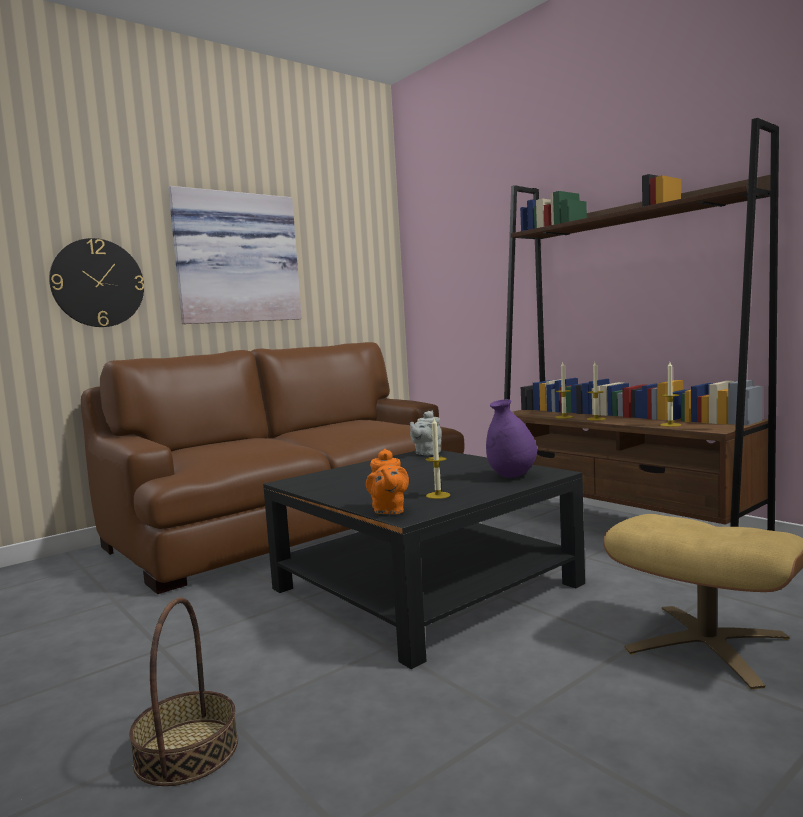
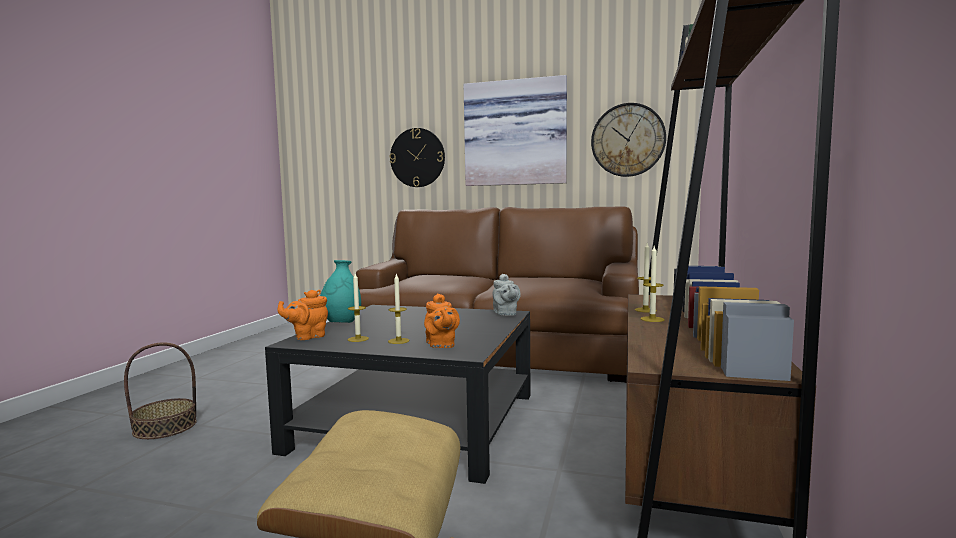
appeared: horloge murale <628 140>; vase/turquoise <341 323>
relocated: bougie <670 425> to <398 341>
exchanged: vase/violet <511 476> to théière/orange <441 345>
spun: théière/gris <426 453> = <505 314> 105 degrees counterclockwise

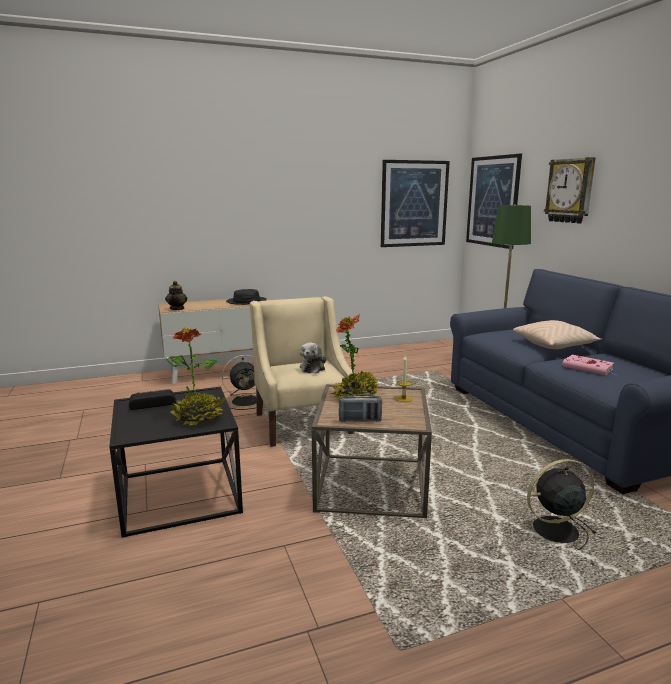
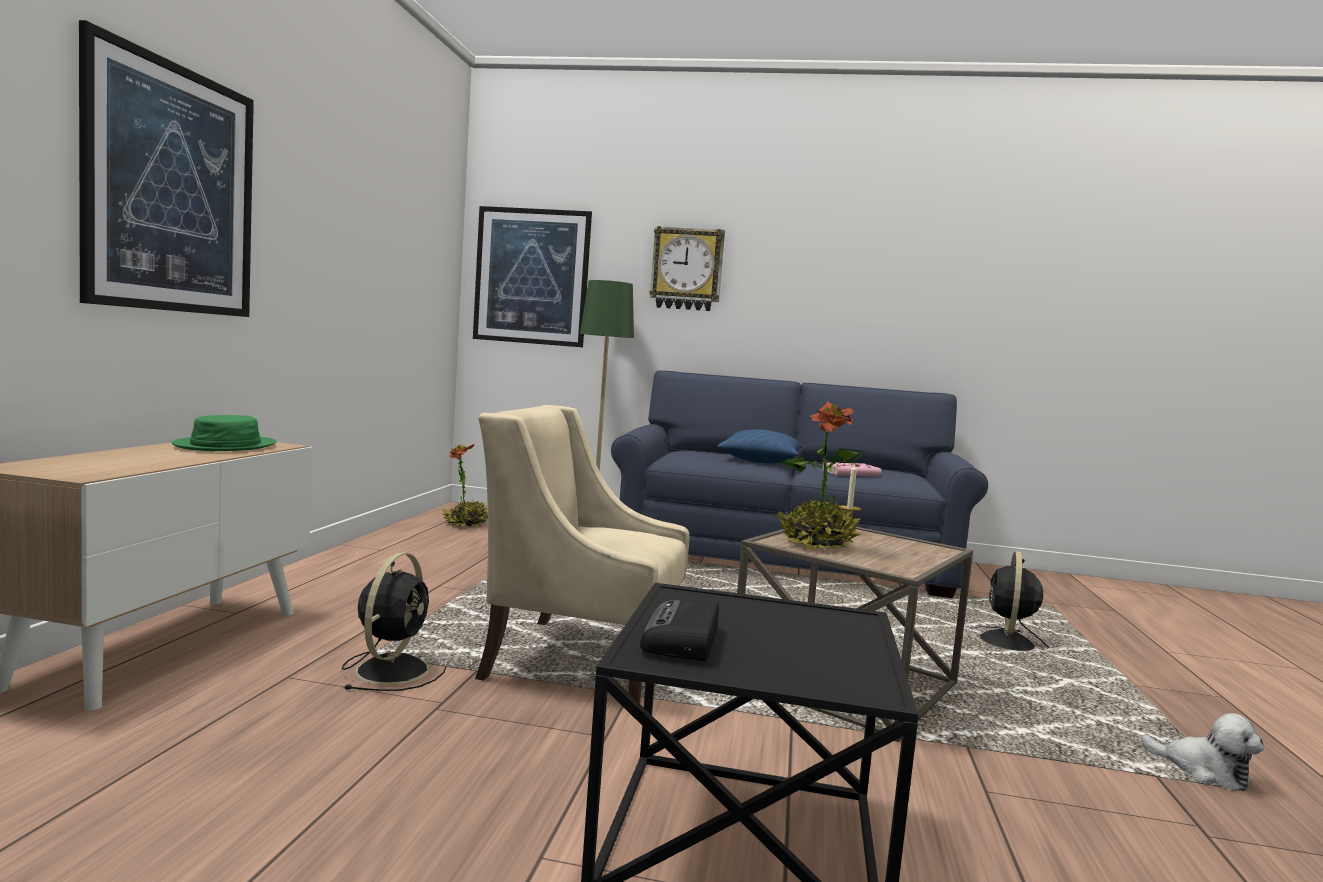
missing: théière <177 308>; radio <360 420>
relocated: tableau <414 204> to <173 189>; plante en pot <199 418> to <465 524>; peluche <313 368> to <1203 772>
colour: chapeau/noir <246 301> to chapeau/vert <226 445>; coussin/beige <554 345> to coussin/bleu <760 461>

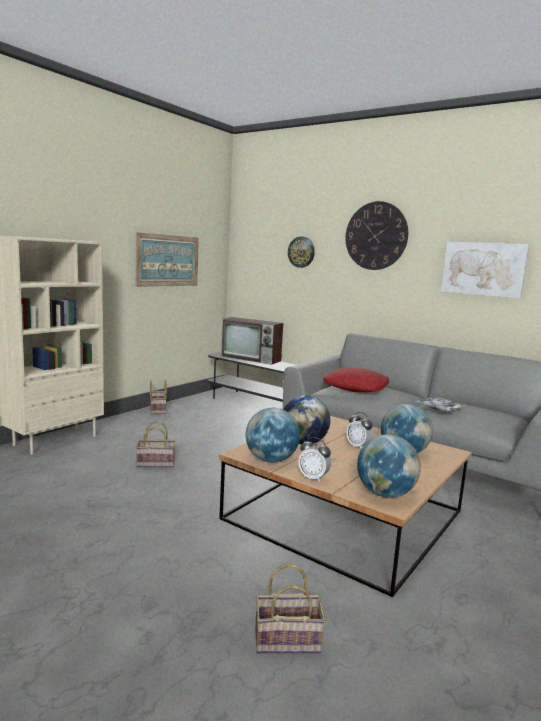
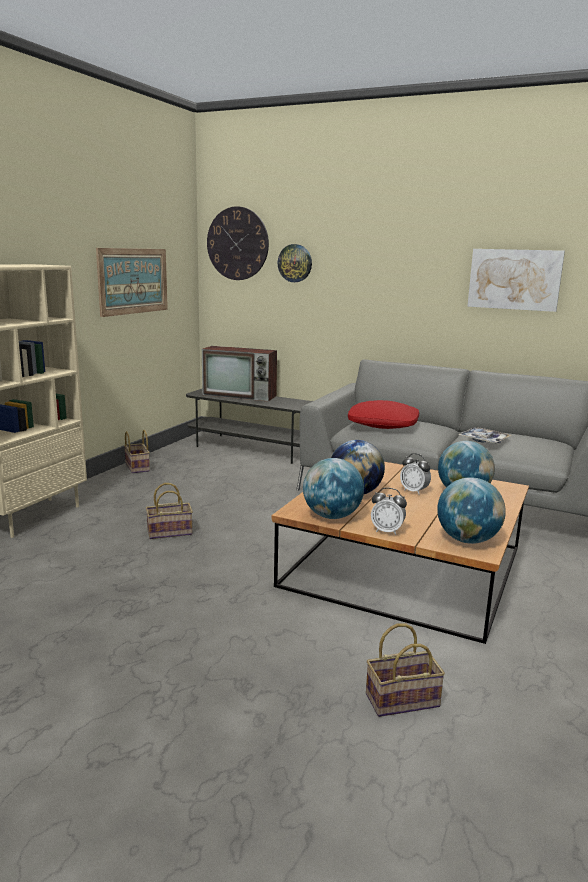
relocated: horloge murale <376 236> to <237 243>

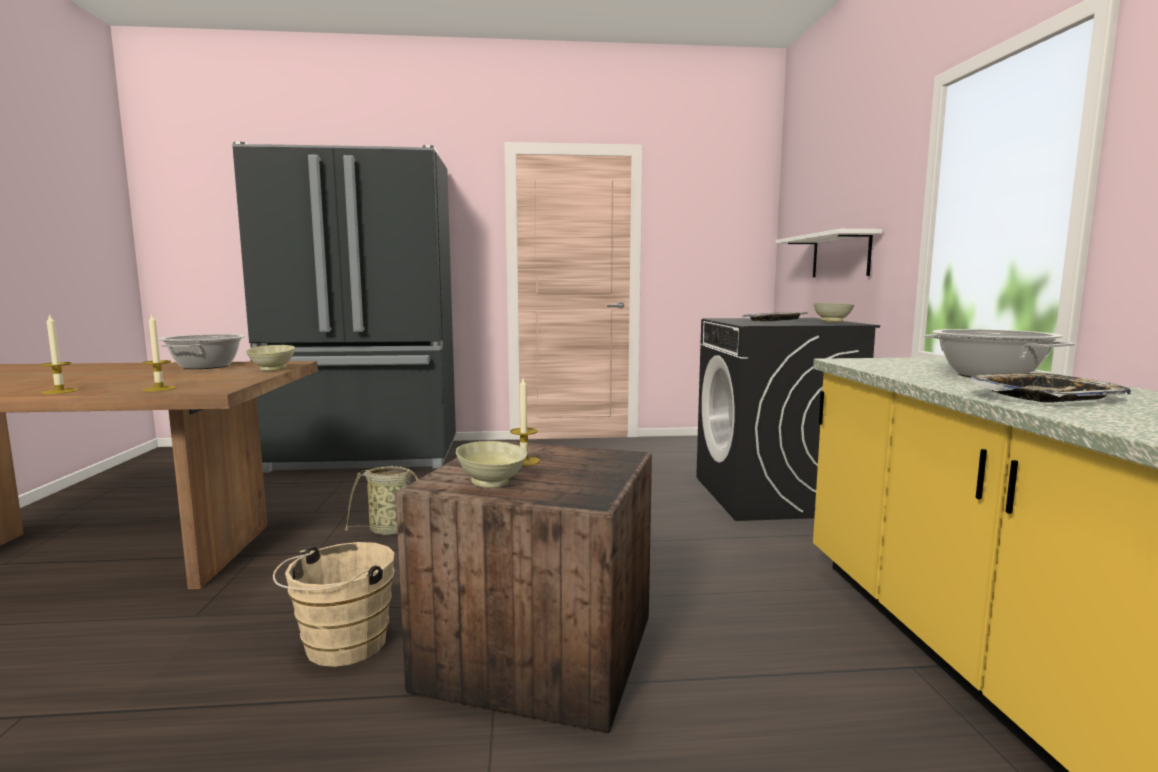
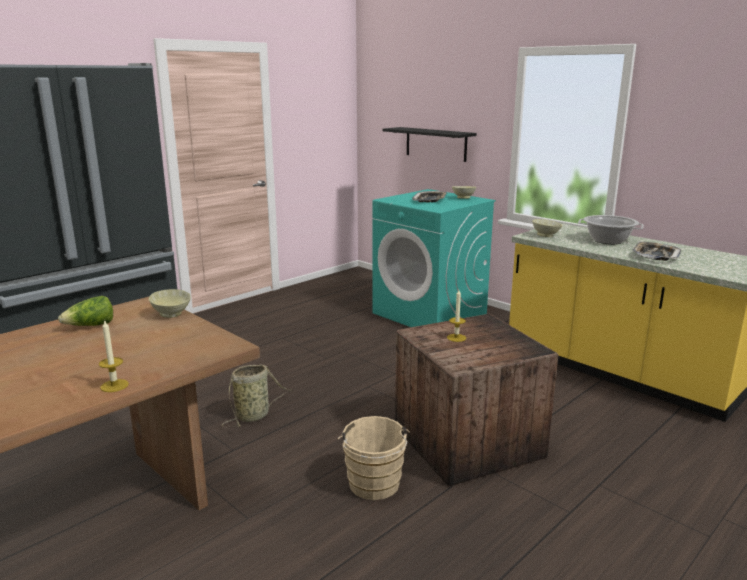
missing: bougie <159 389>
relocated: bol/beige <491 483> to <546 236>
exchanged: marmite <206 366> to laitue <91 326>
colour: étagère/blanc <840 256> to étagère/noir <436 144>; lave-linge/noir <772 496> to lave-linge/turquoise <430 314>

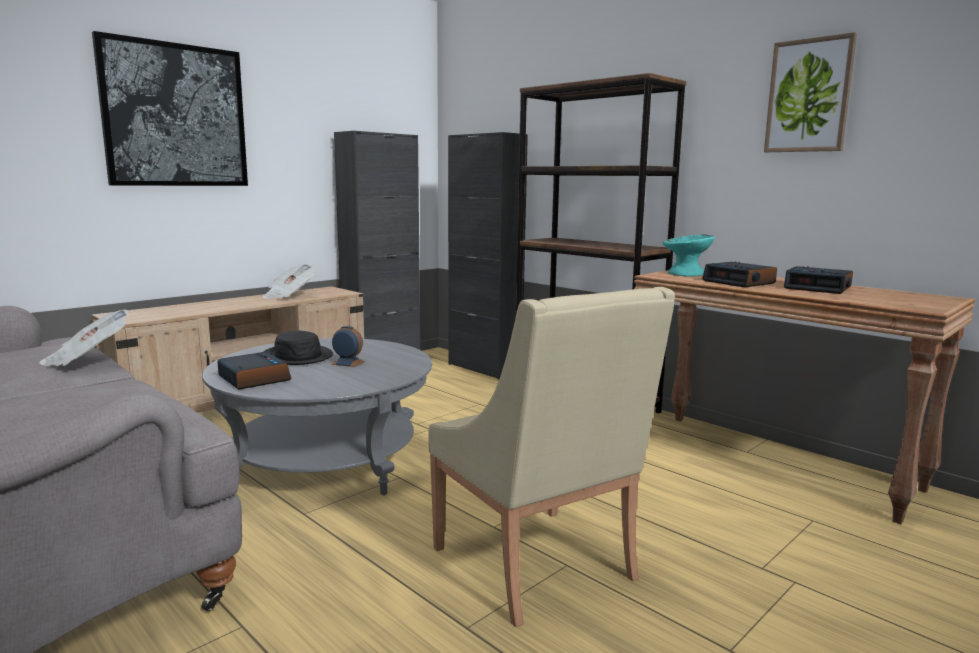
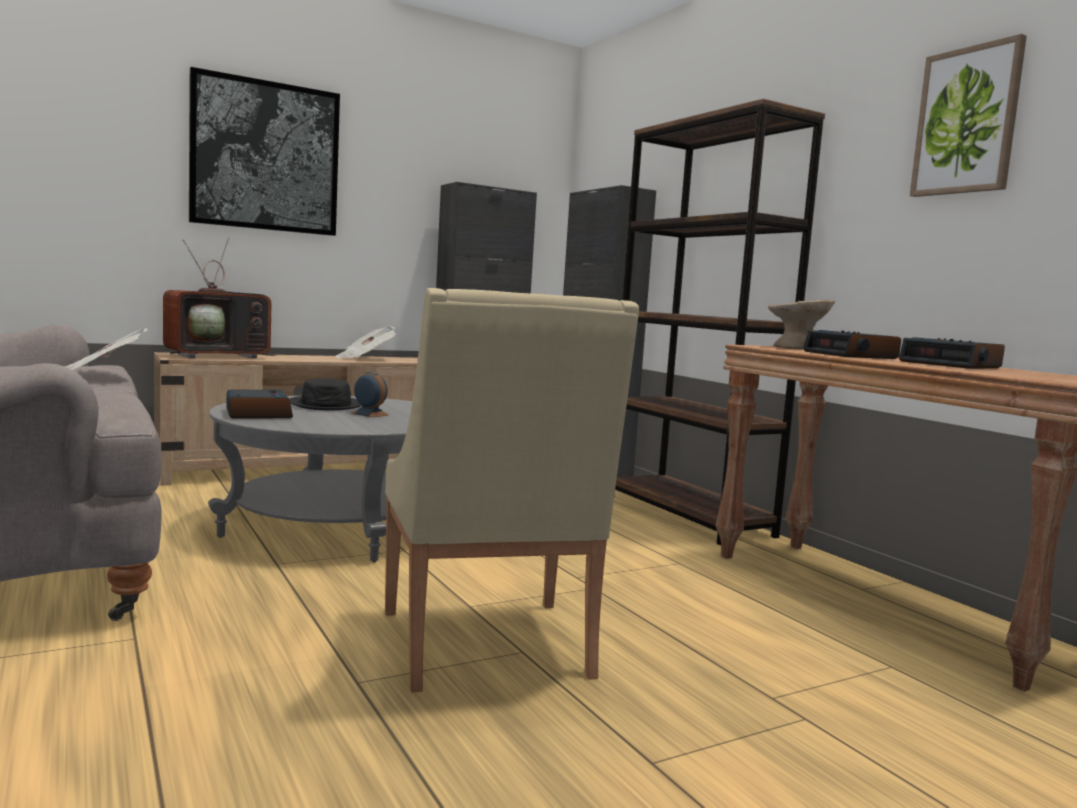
appeared: téléviseur <219 356>
colour: bol/turquoise <686 274> to bol/beige <797 348>

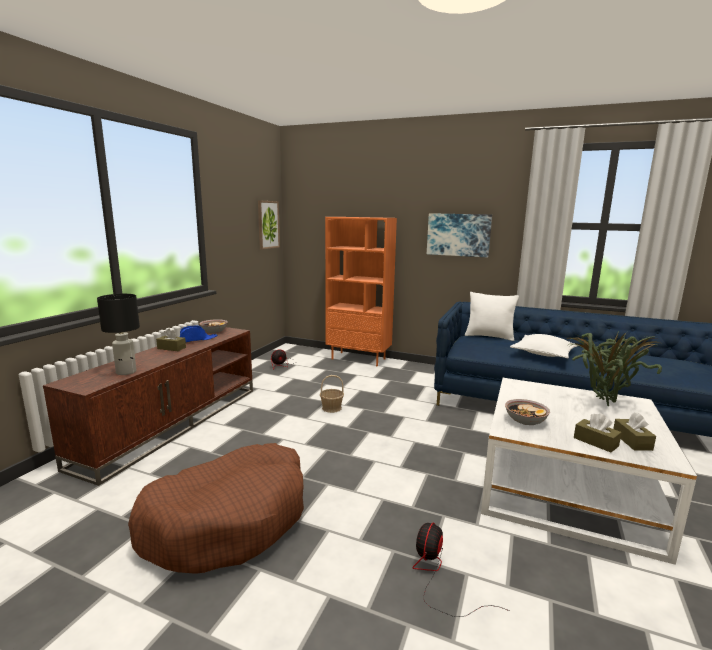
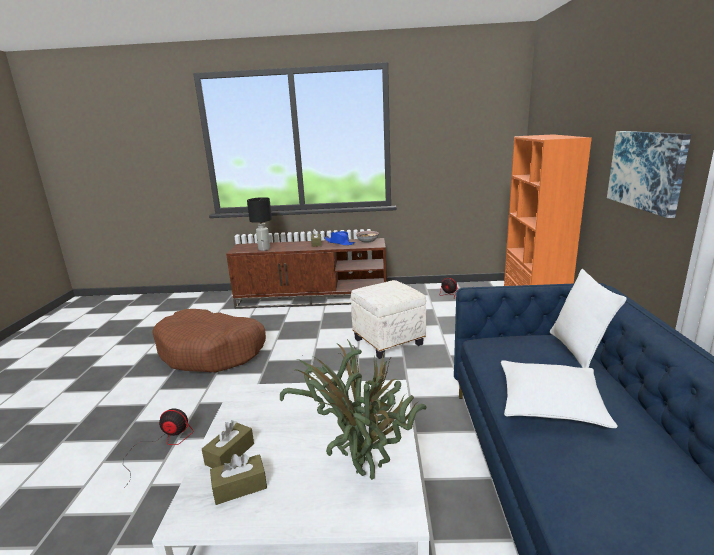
missing: tableau <268 224>; bol <525 420>
exchanged: panier <331 408> to pouf/blanc <388 341>

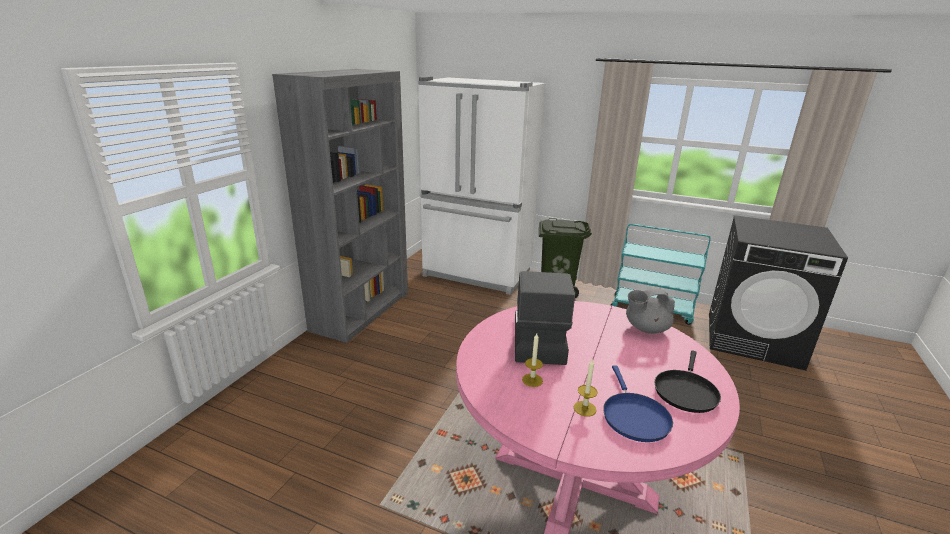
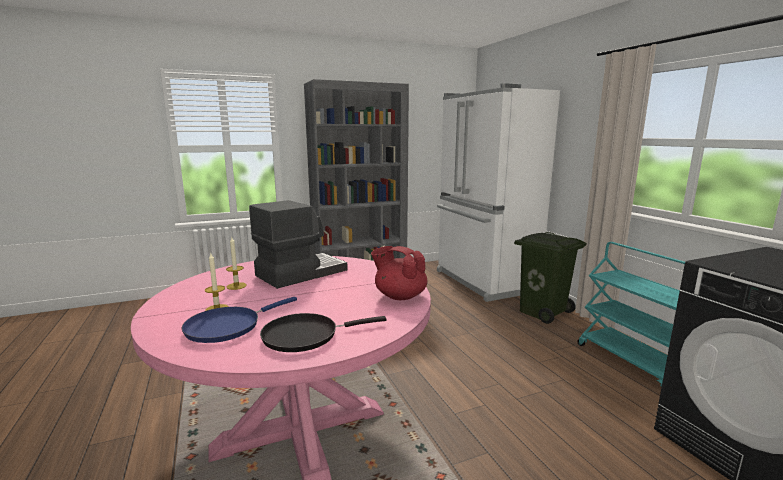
colour: théière/gris <645 328> to théière/rouge <399 296>

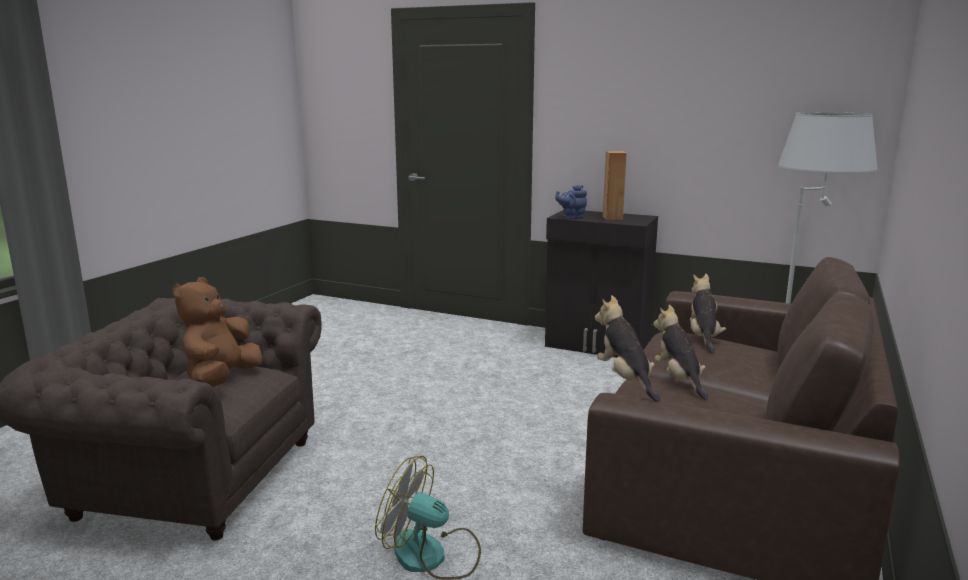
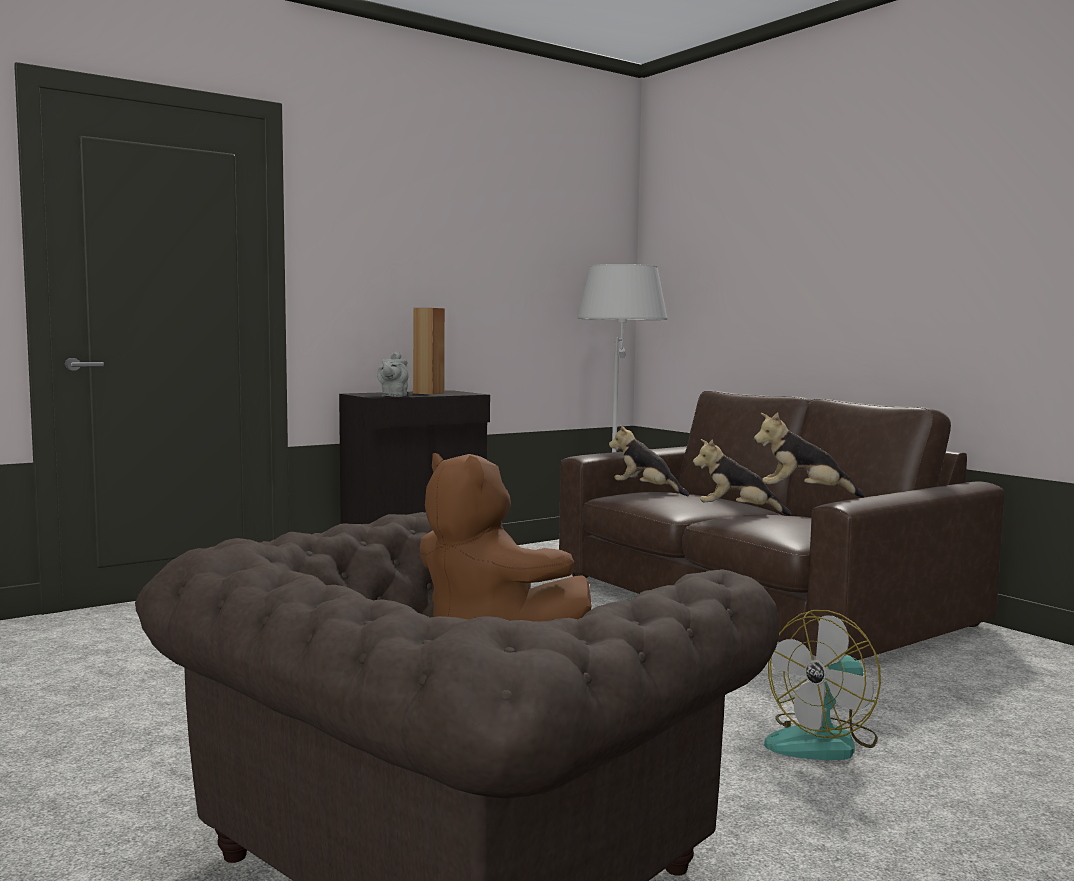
colour: théière/bleu <572 217> to théière/gris <393 396>

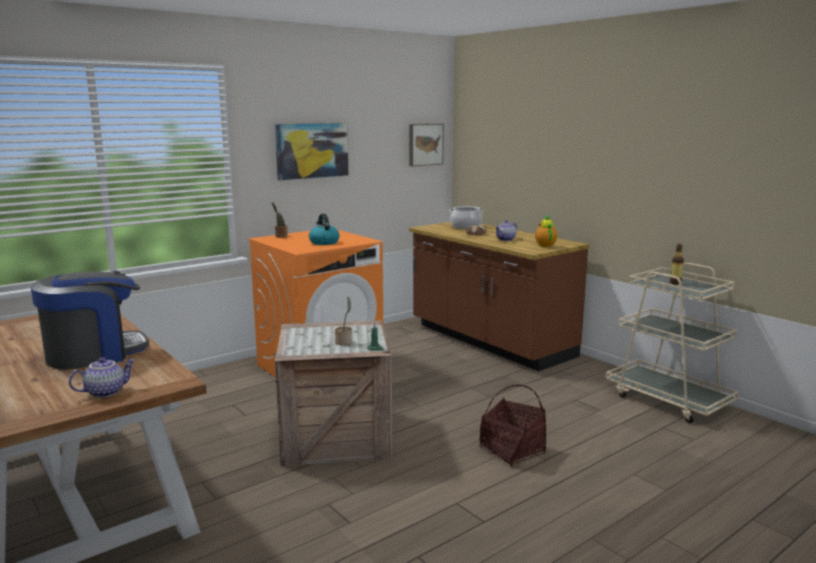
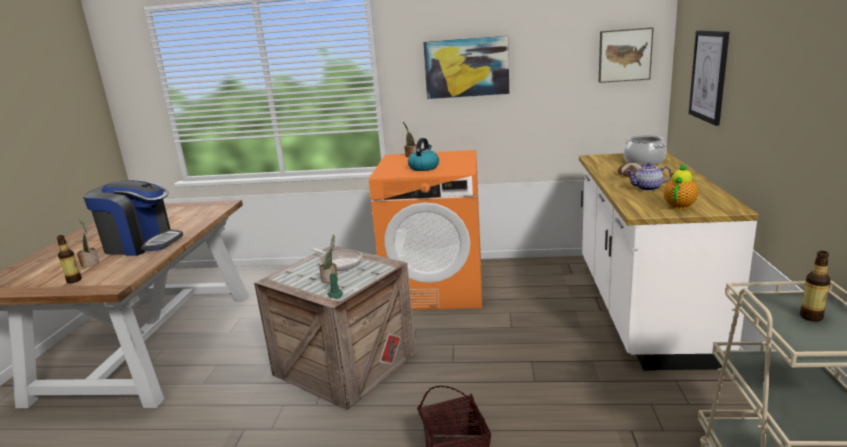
appeared: tableau <709 76>; plante en pot <90 263>; poêle <339 263>
exchanged: théière <105 392> to bouteille <74 280>
colour: comptoir de cuisine/marron <489 341> to comptoir de cuisine/blanc <641 308>

